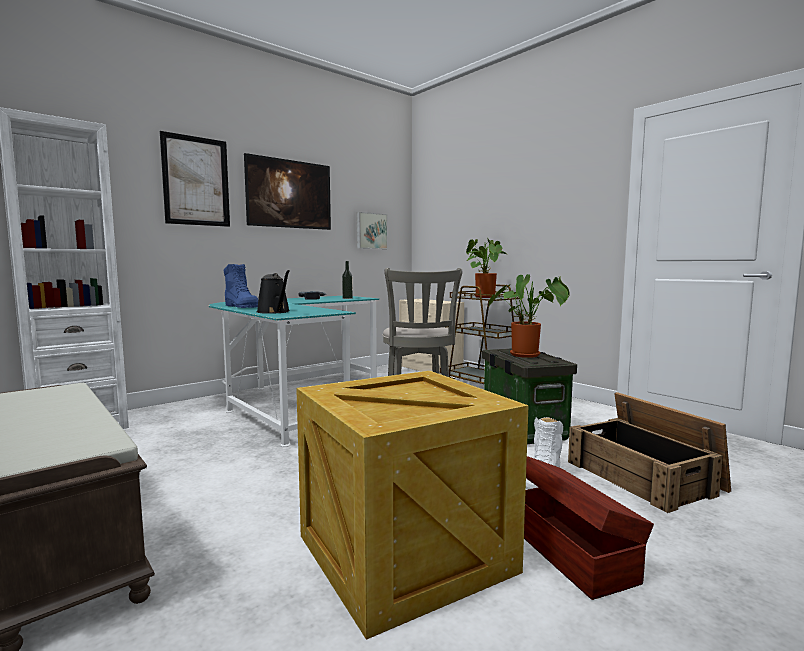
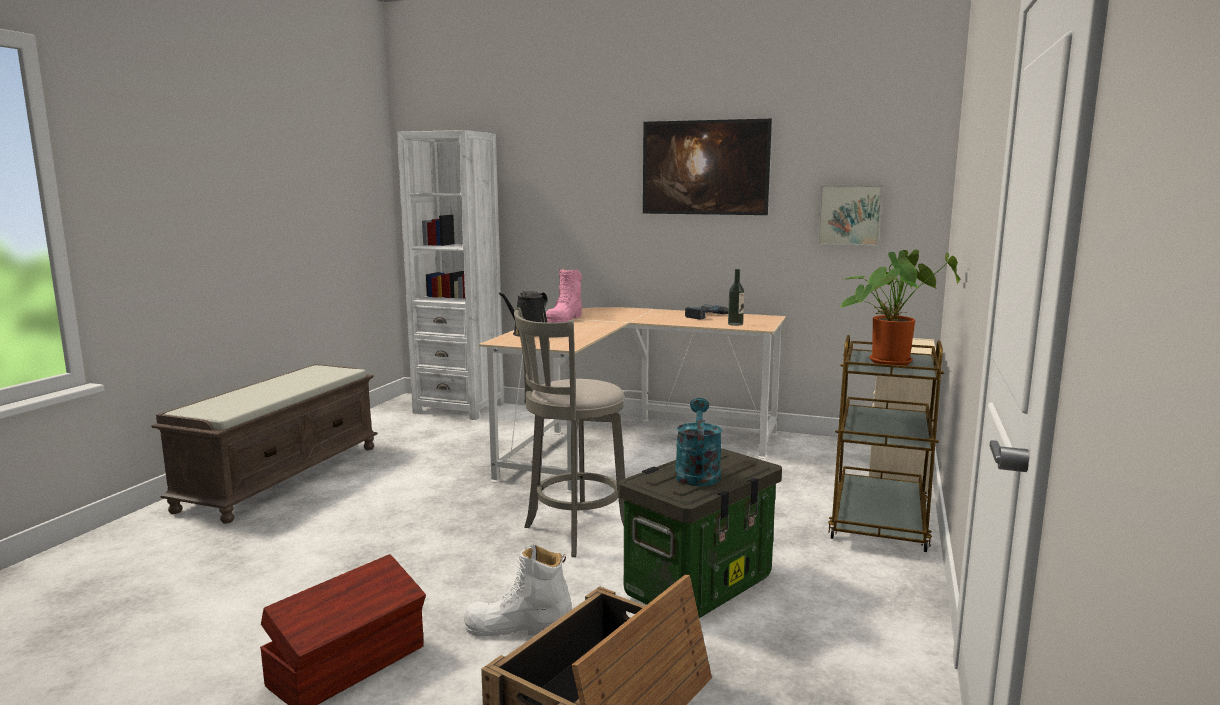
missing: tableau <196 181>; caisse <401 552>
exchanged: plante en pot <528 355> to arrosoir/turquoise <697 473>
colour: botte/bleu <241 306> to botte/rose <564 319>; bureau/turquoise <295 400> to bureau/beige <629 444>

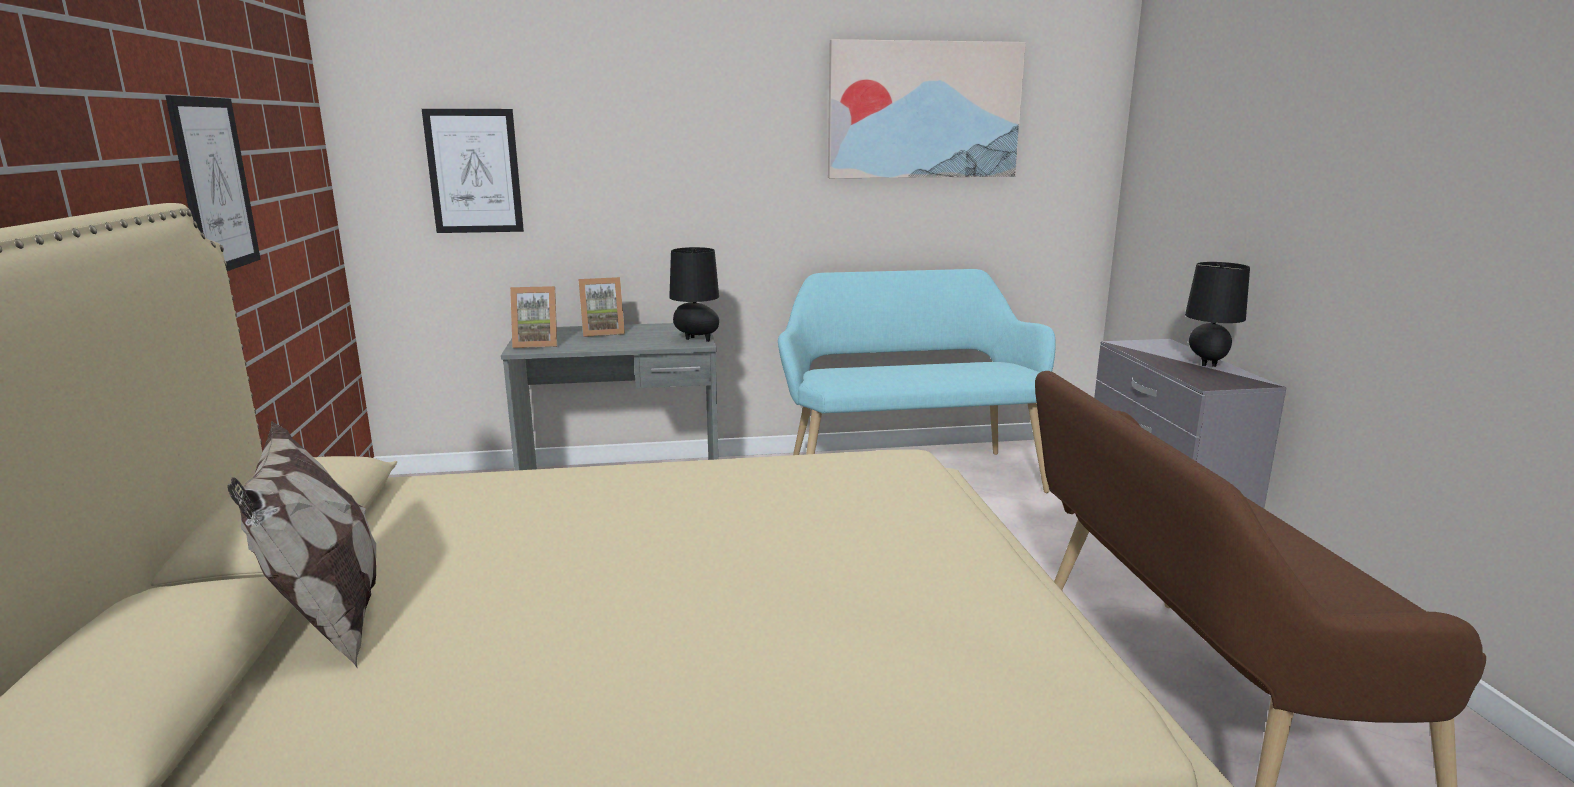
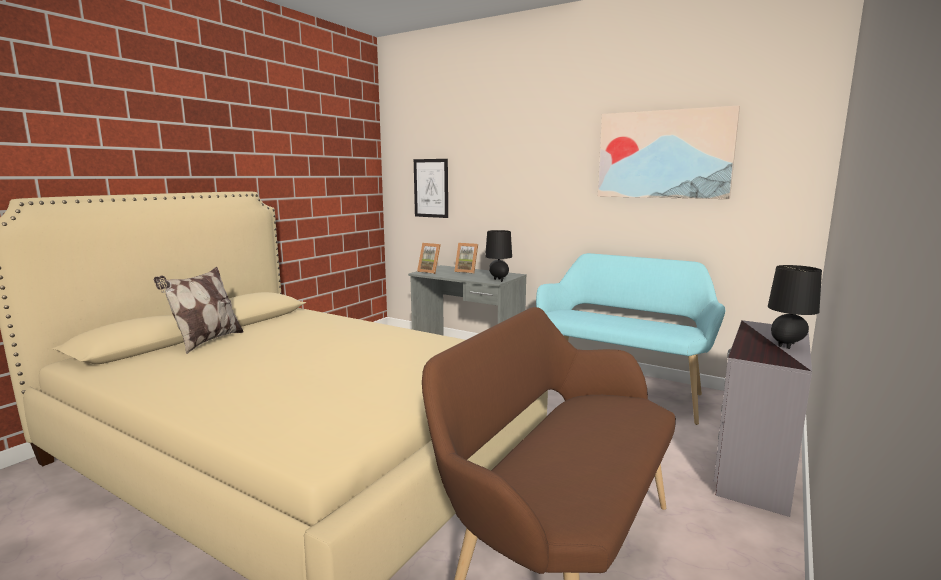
missing: tableau <215 185>

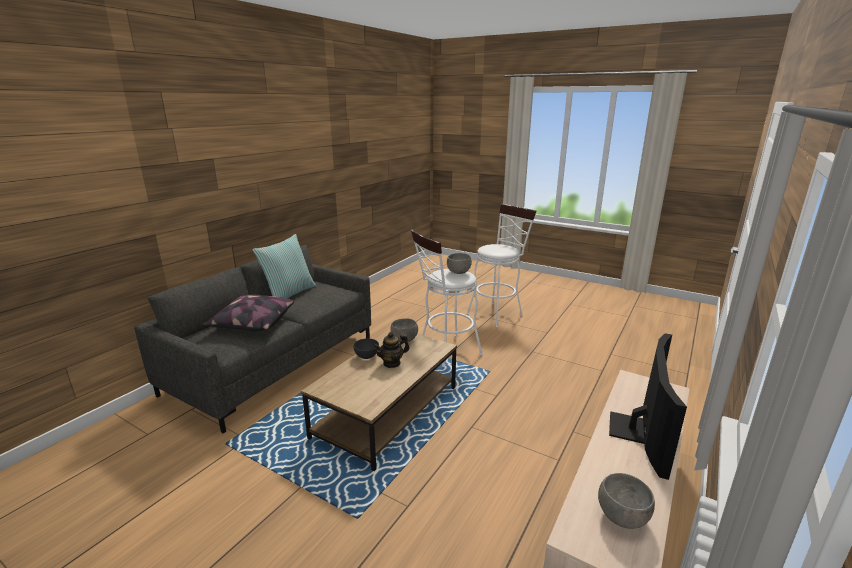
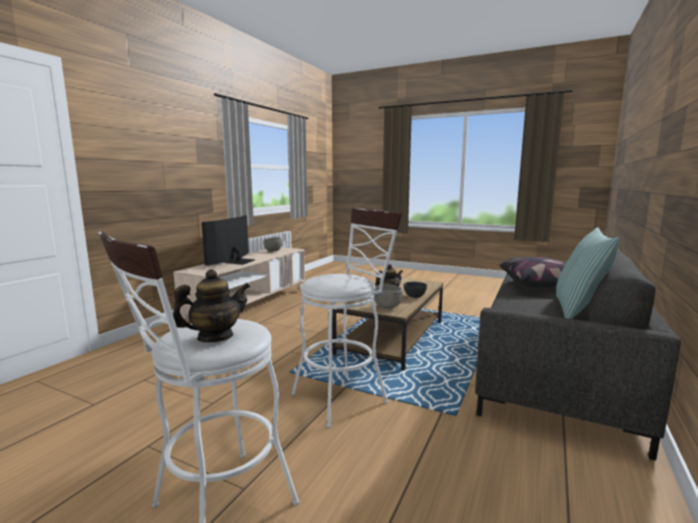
missing: bol/gris <458 272>
appeared: théière <215 337>

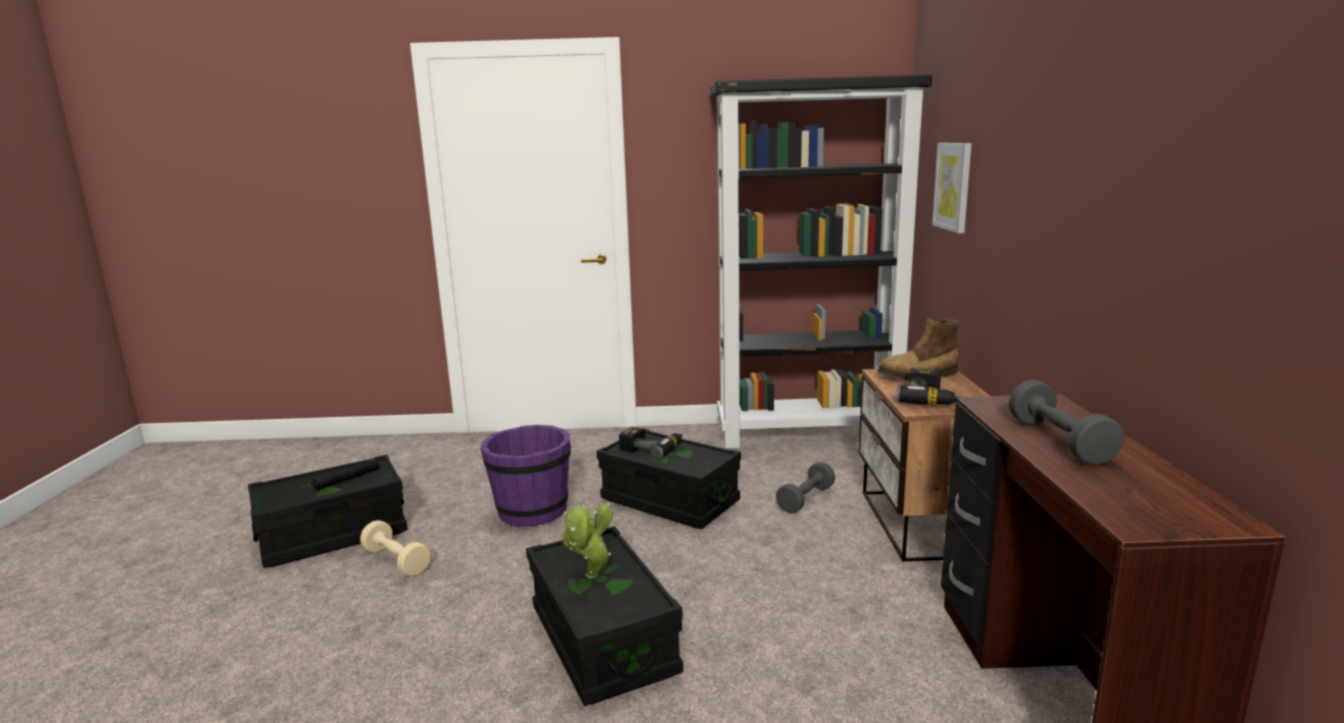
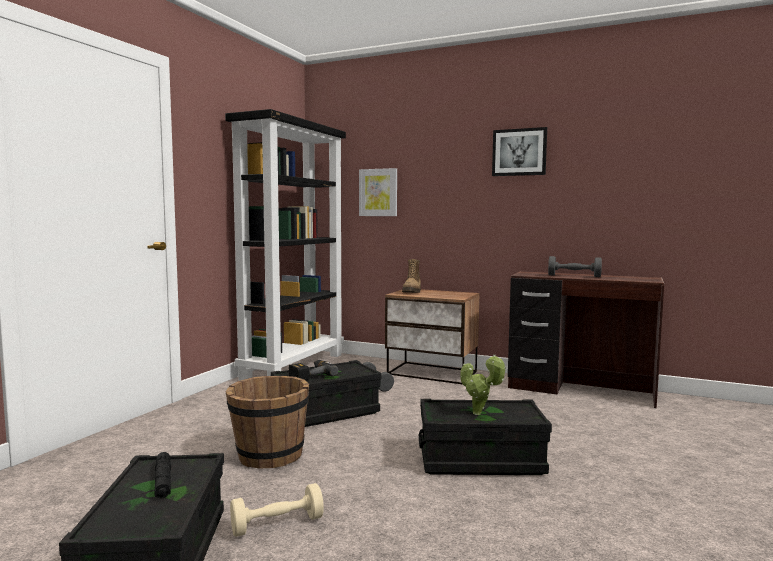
missing: perceuse <930 398>
appeared: tableau <519 152>
colour: seau/violet <532 511> to seau/marron <269 455>

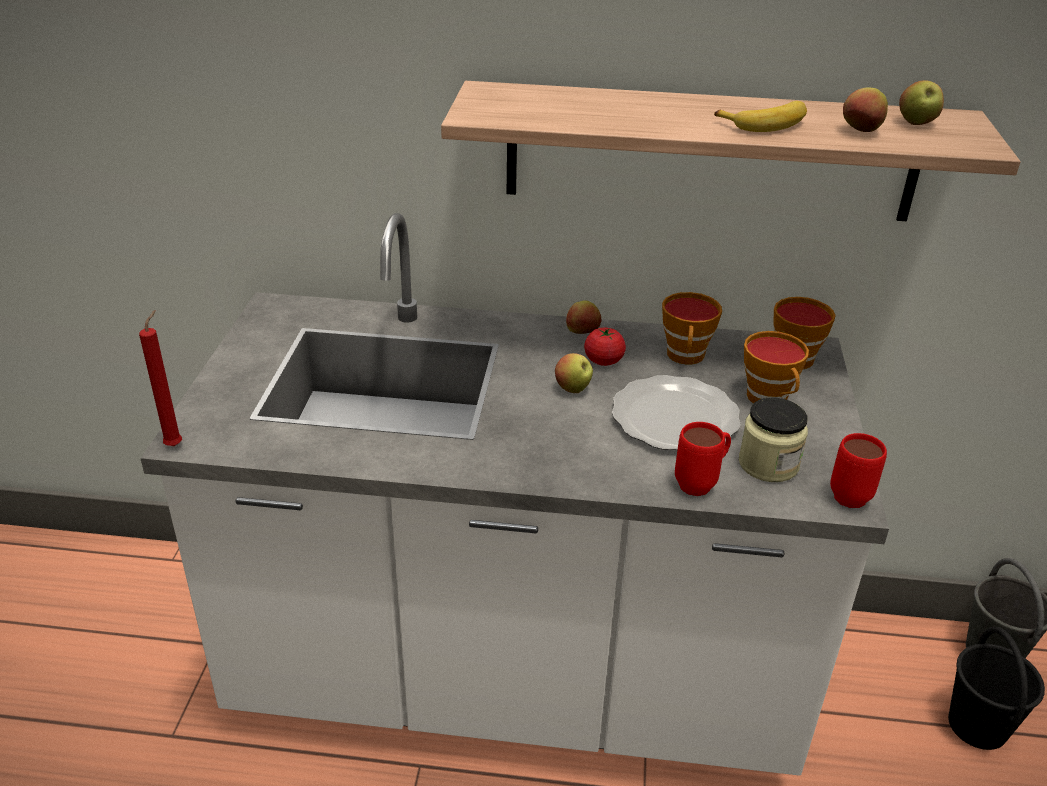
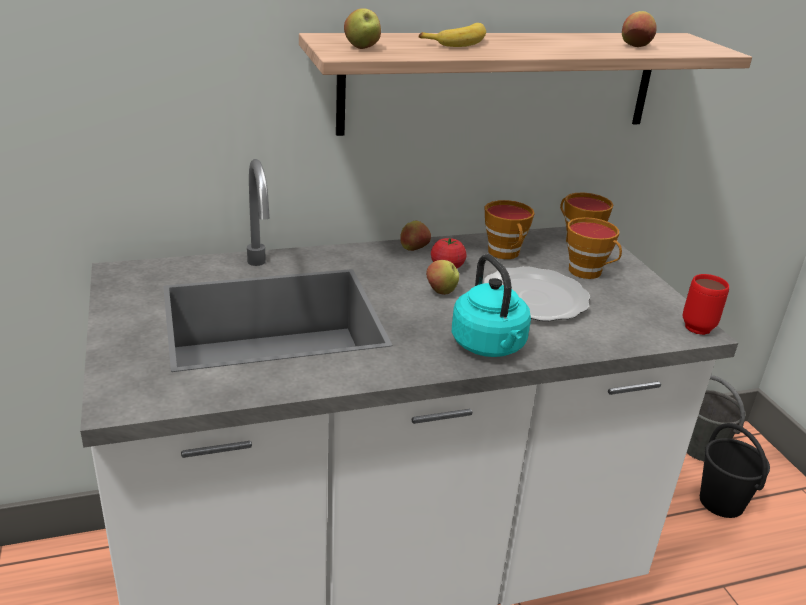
missing: bougie/rouge <176 444>; bocal <768 464>; mug/rouge <701 483>
appeared: bouilloire/turquoise <490 346>
relocated: pomme <916 123> to <362 48>; banane <766 123> to <458 42>

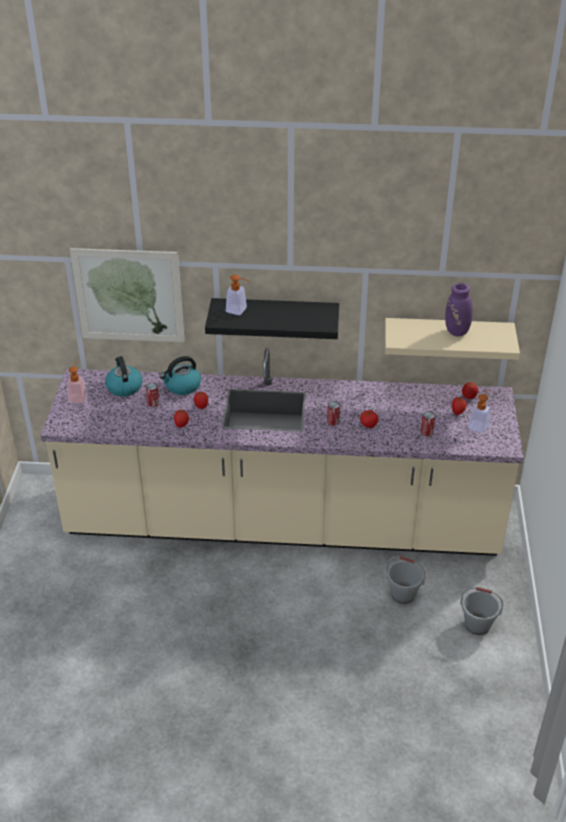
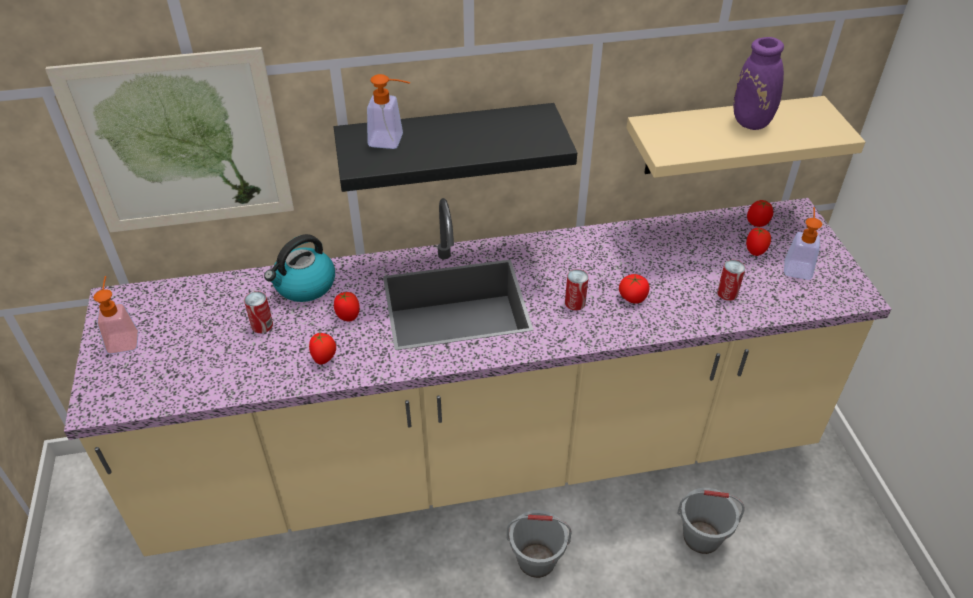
missing: bouilloire <124 387>
relocated: seau/gris <477 625> to <537 560>

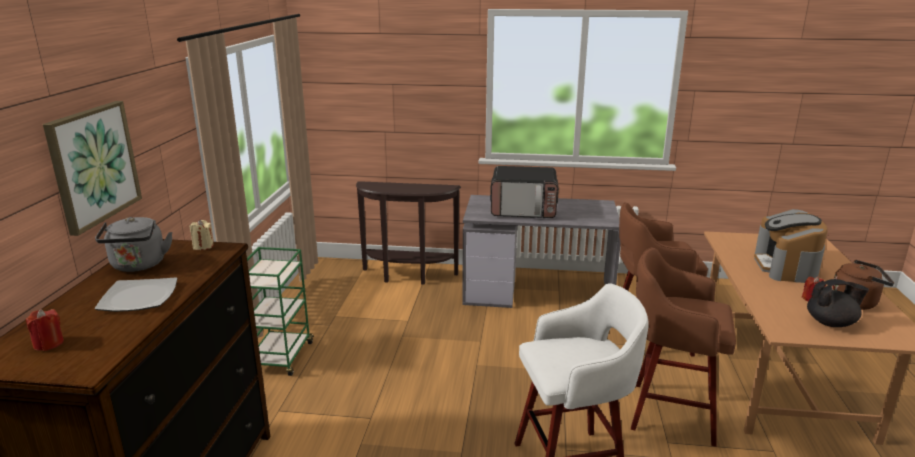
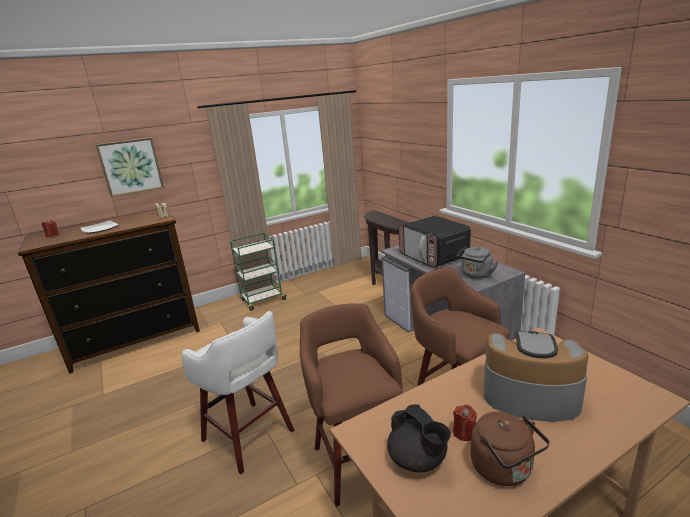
relocated: bouilloire/gris <138 266> to <475 275>
spun: machine à café <786 267> = <529 395> 45 degrees clockwise

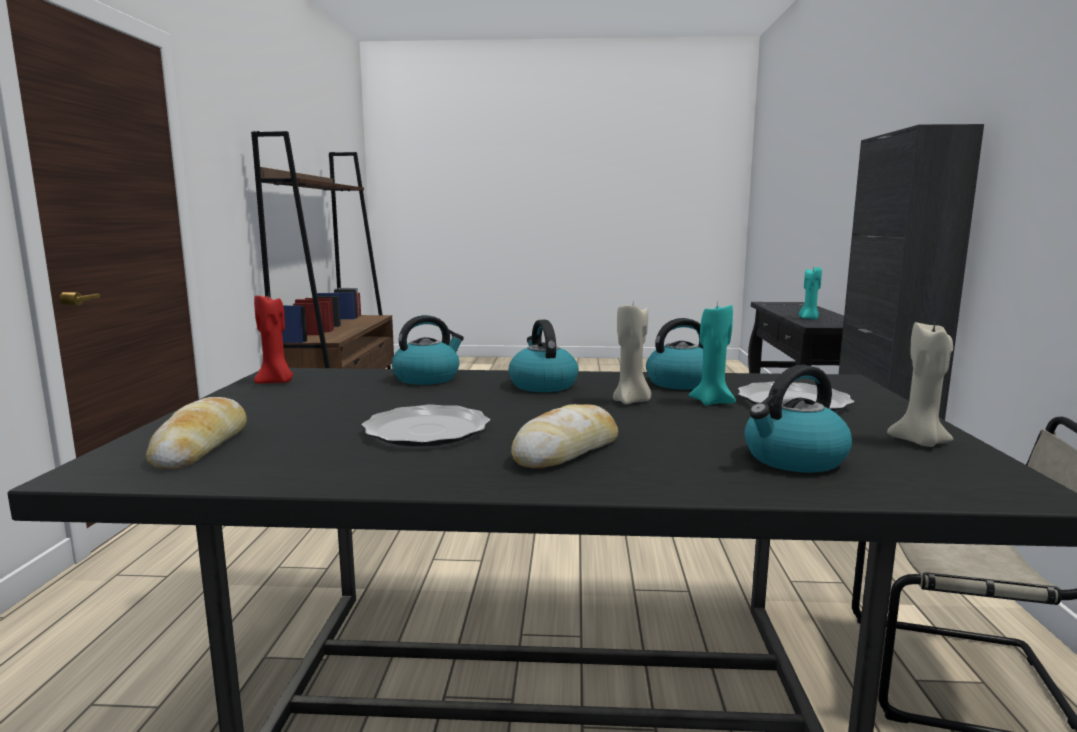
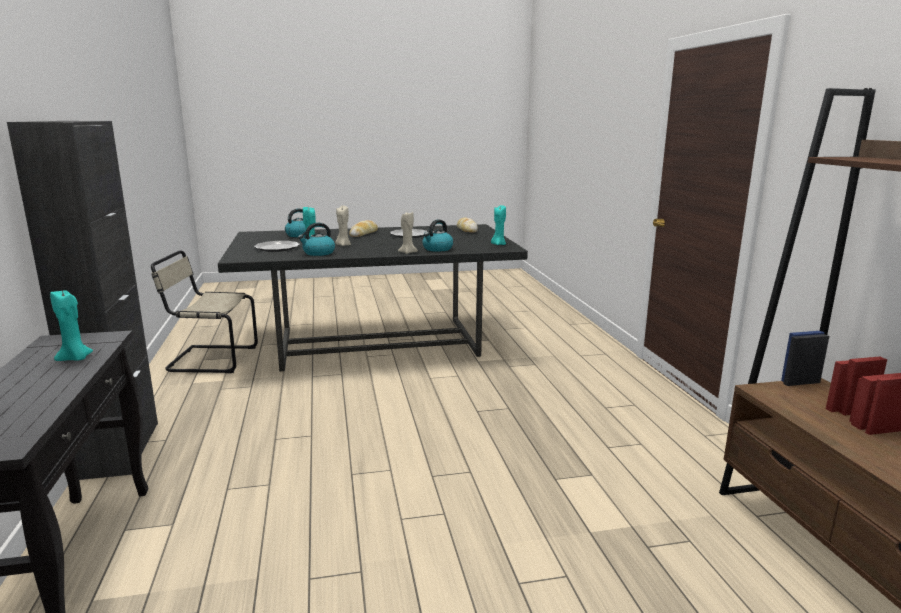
missing: bouilloire <542 385>
relocated: bougie/beige <919 442> to <407 252>
colour: bougie/rouge <276 382> to bougie/turquoise <498 244>

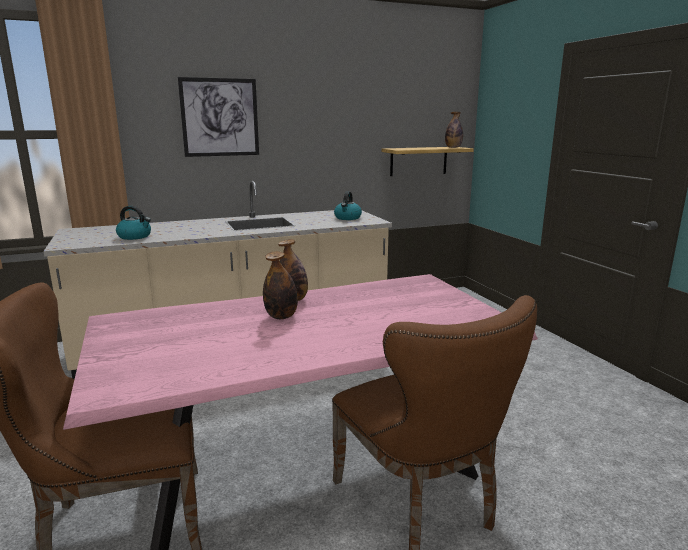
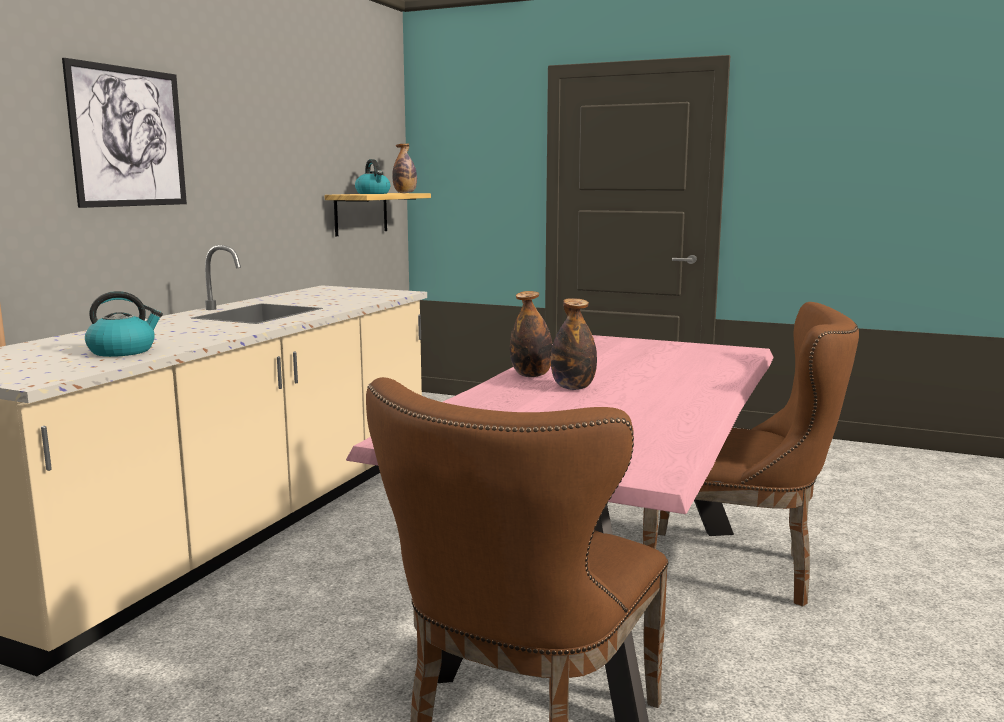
relocated: bouilloire <347 218> to <373 193>

